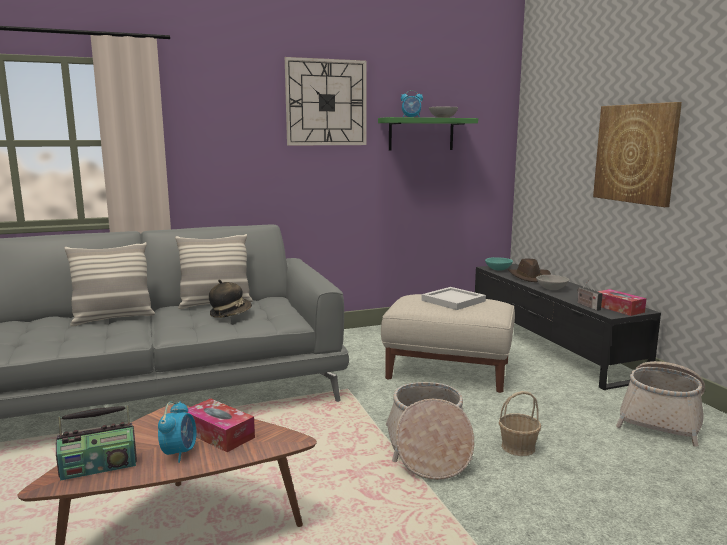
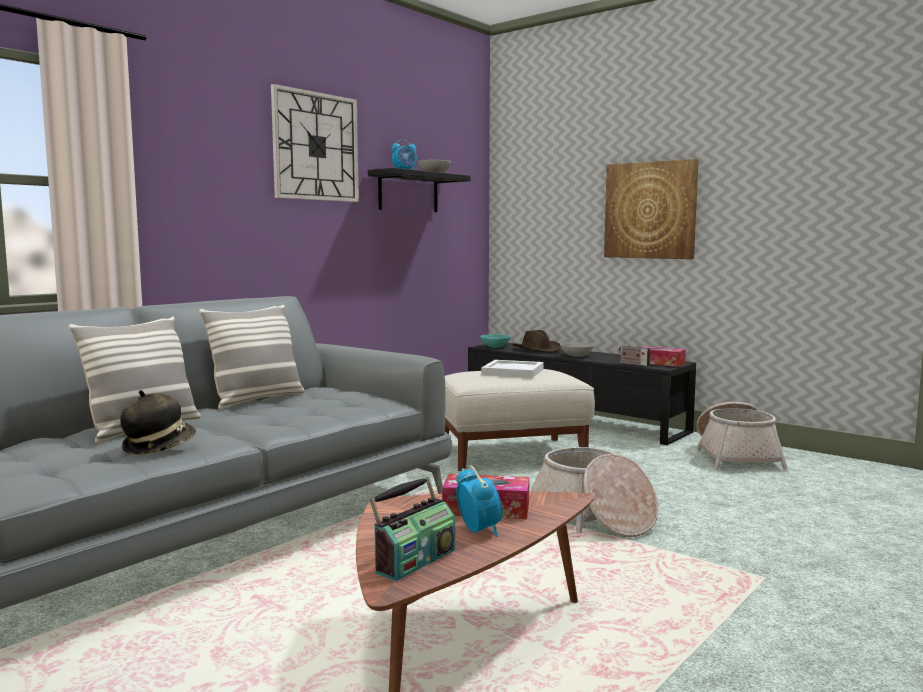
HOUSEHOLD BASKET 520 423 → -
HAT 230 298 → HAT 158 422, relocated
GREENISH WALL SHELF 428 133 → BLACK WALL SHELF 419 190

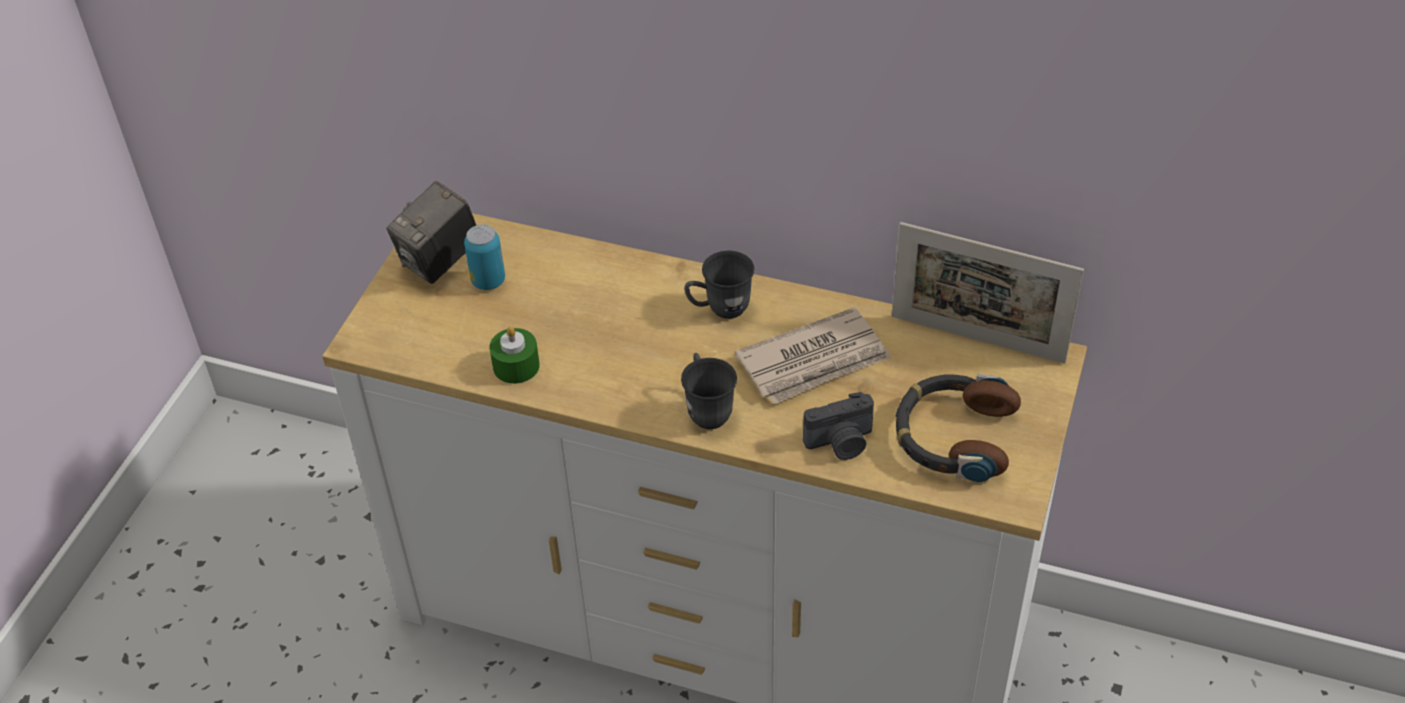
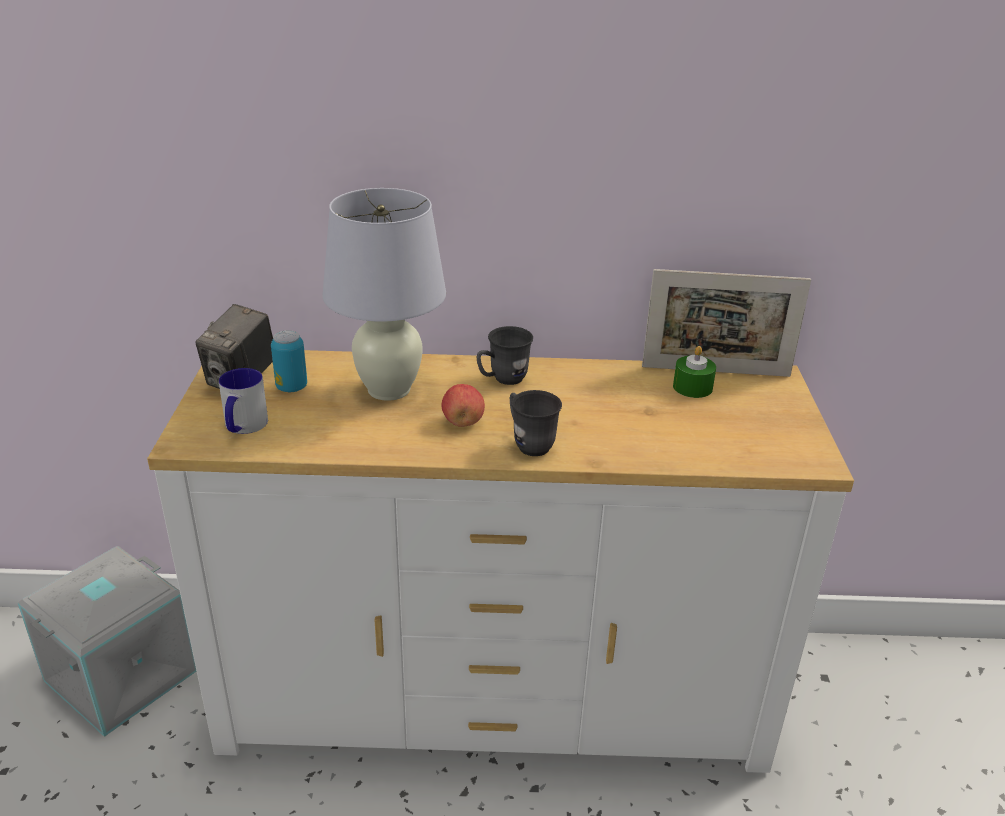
PRINTED PAPER 813 356 → -
STILL CAMERA 838 426 → -
HEADSET 958 427 → -
- → GREYISH STORAGE BOX 107 641
- → MUG 243 401
- → WHITE-COLOURED TABLE LAMP 384 294
- → WHOLE APPLE 463 405
GREENISH WAX LIGHT 514 355 → GREENISH WAX LIGHT 694 372, relocated

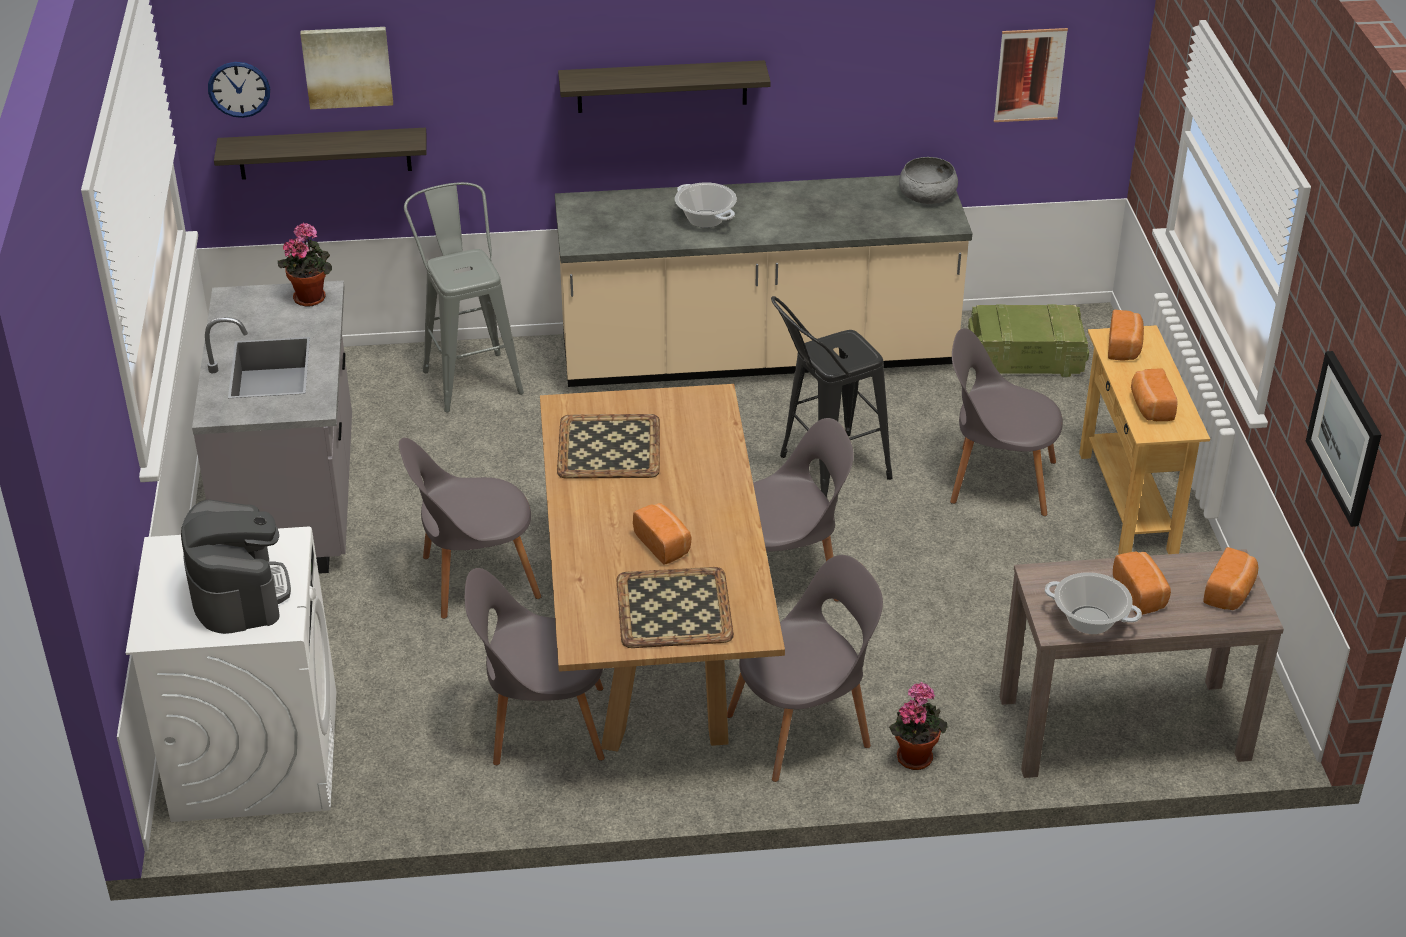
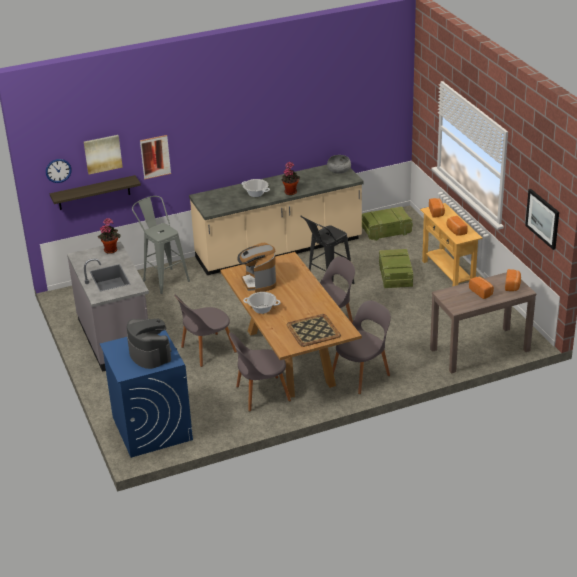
WALL SHELF 664 86 → -
BREAD 662 534 → -
PLANT IN A POT 918 726 → PLANT IN A POT 290 178, relocated
WALL PICTURE 1031 75 → WALL PICTURE 155 157, relocated
COOKING POT 1093 603 → COOKING POT 262 303, relocated
SERVING TRAY 608 446 → COFFEE MACHINE 257 268
GREYISH UPRIGHT CHAIR 1006 422 → CRATE 396 268
WHITE-COLOURED LAUNDRY MACHINE 231 674 → BLUE LAUNDRY MACHINE 146 394

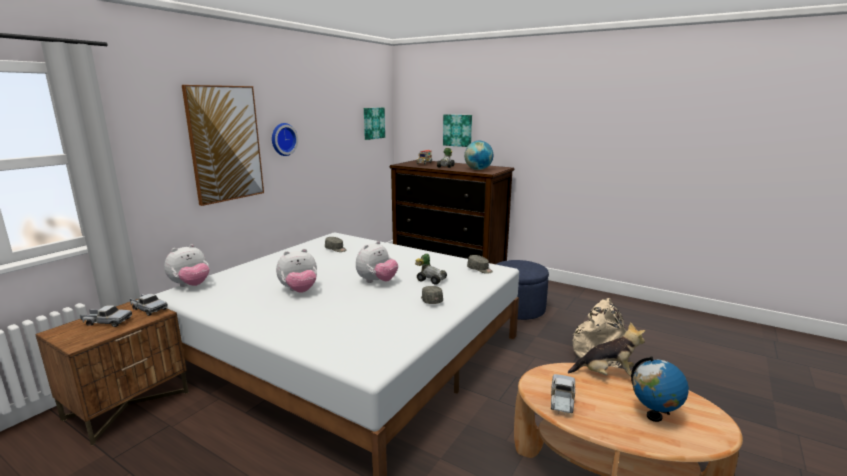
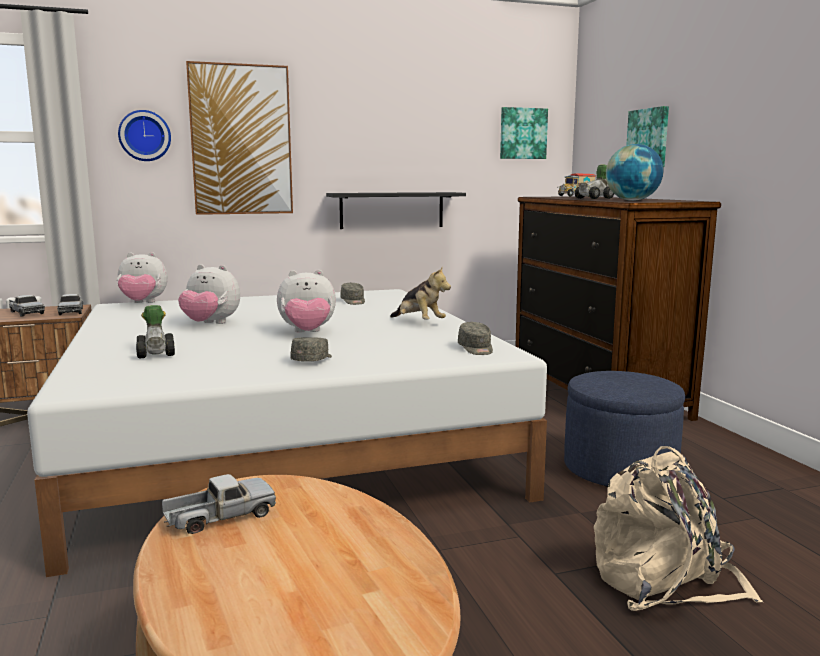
GLOBE 660 389 → -
- → BLACK WALL SHELF 396 210
CLOCK ON THE WALL 285 139 → CLOCK ON THE WALL 144 135, relocated
MODEL CAR 431 269 → MODEL CAR 155 331, relocated
SOFT TOY 606 349 → SOFT TOY 420 294, relocated

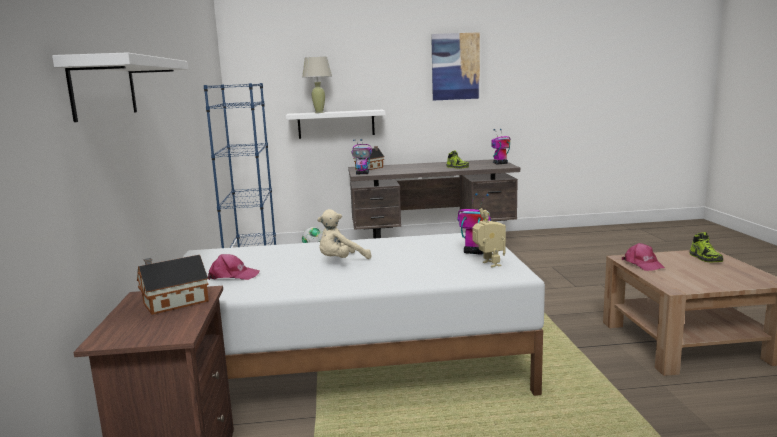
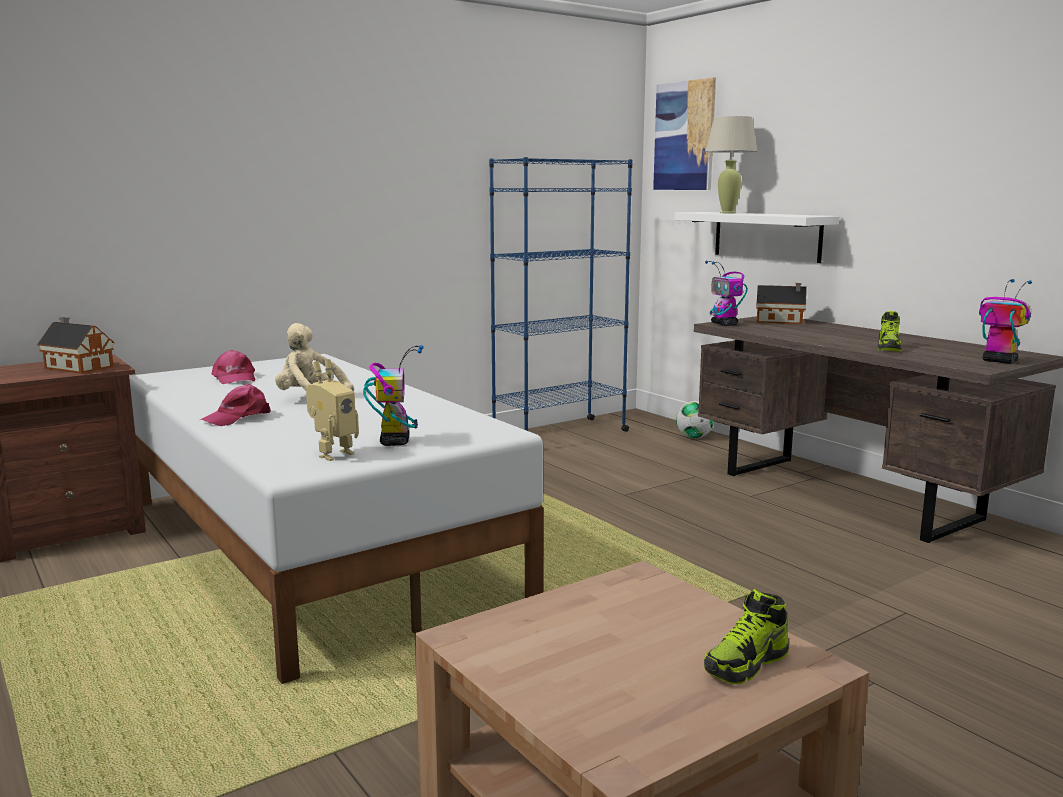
WHITE-COLOURED WALL SHELF 120 87 → -
WALL PICTURE 455 66 → WALL PICTURE 684 133, relocated
PINK CAP 643 257 → PINK CAP 235 405, relocated

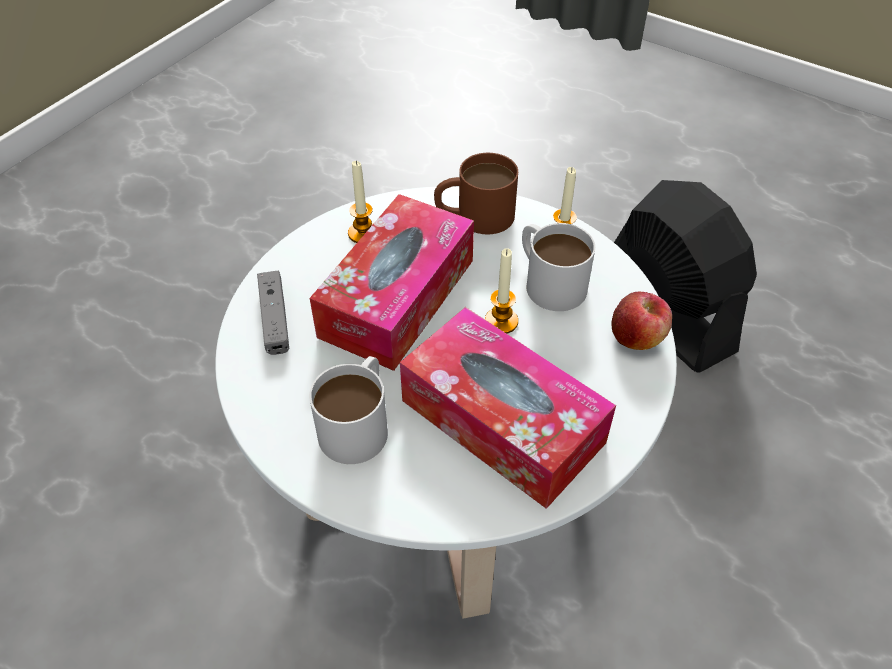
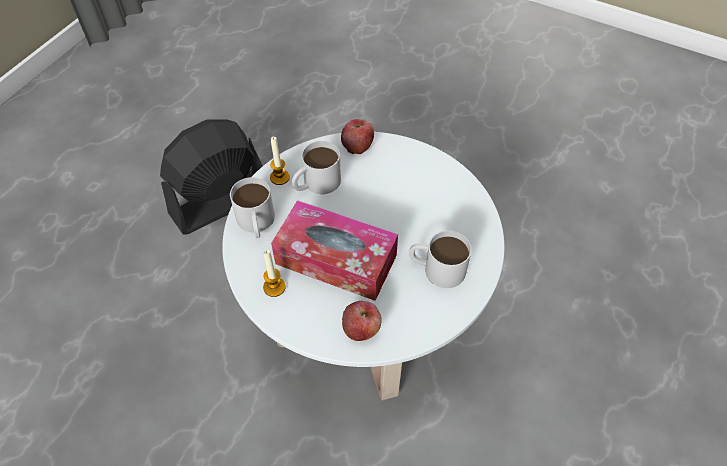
BOX OF TISSUES 508 408 → -
WAX LIGHT 501 291 → -
GREYISH GAME CONTROLLER 273 313 → WHOLE APPLE 361 321
BROWN-COLOURED MUG 476 193 → WHITE-COLOURED MUG 252 207

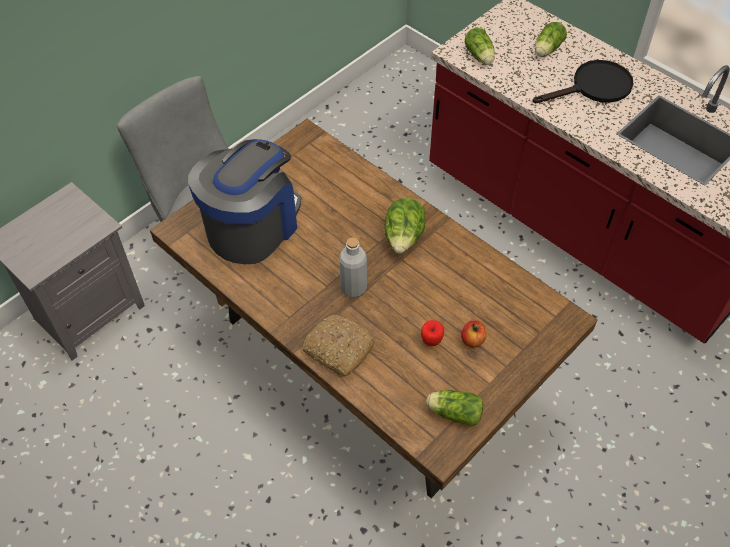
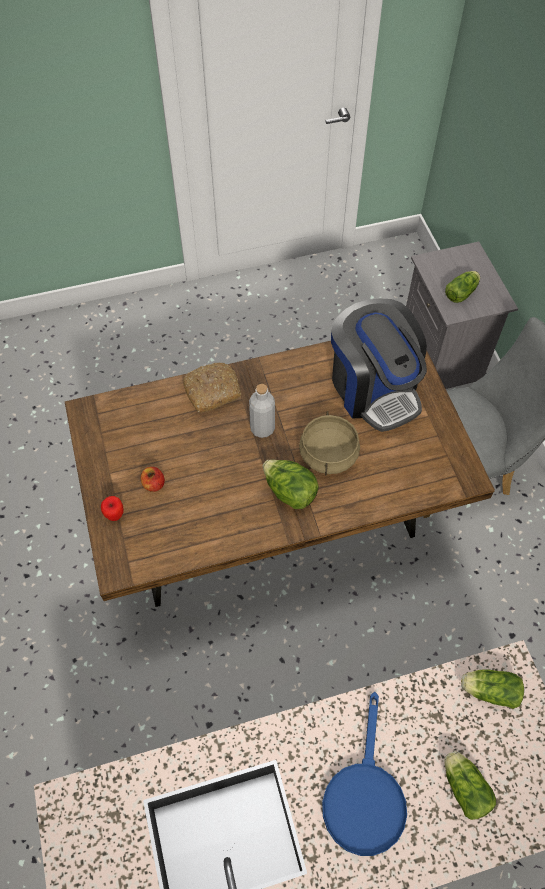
- → SAND-COLOURED COOKING POT 329 443
WHOLE APPLE 432 333 → WHOLE APPLE 112 508, relocated
LETTUCE HEAD 454 408 → LETTUCE HEAD 462 287, relocated
BLACK FRYING PAN 583 81 → BLUE FRYING PAN 364 774

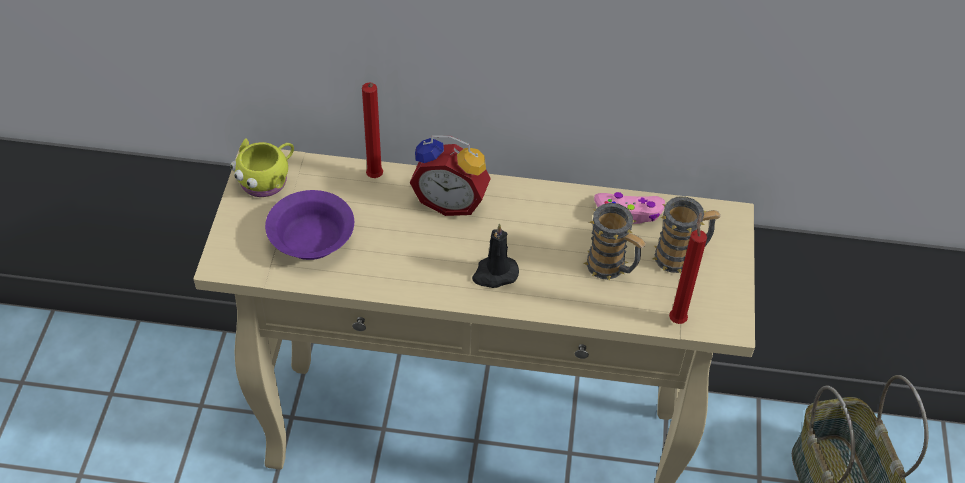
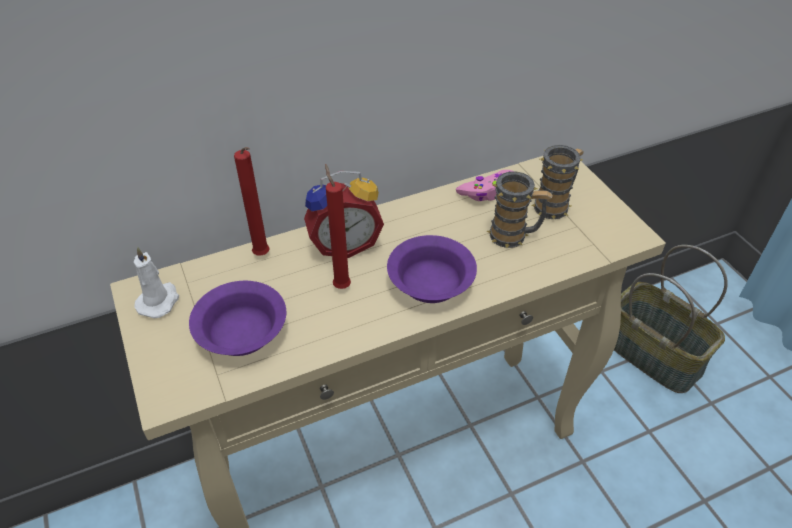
RED-COLOURED WAX LIGHT 688 268 → RED-COLOURED WAX LIGHT 338 226, relocated
YELLOW MUG 262 167 → WHITE-COLOURED WAX LIGHT 156 282
BLACK WAX LIGHT 495 255 → PURPLISH DEEP DISH 432 269

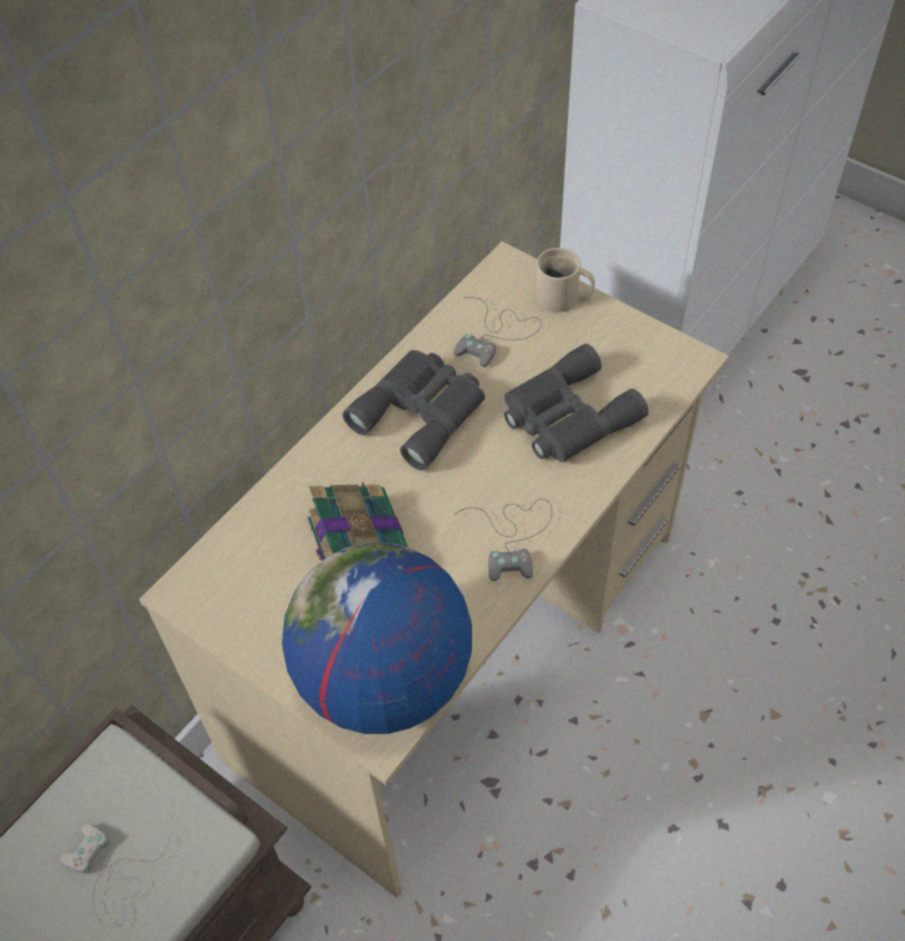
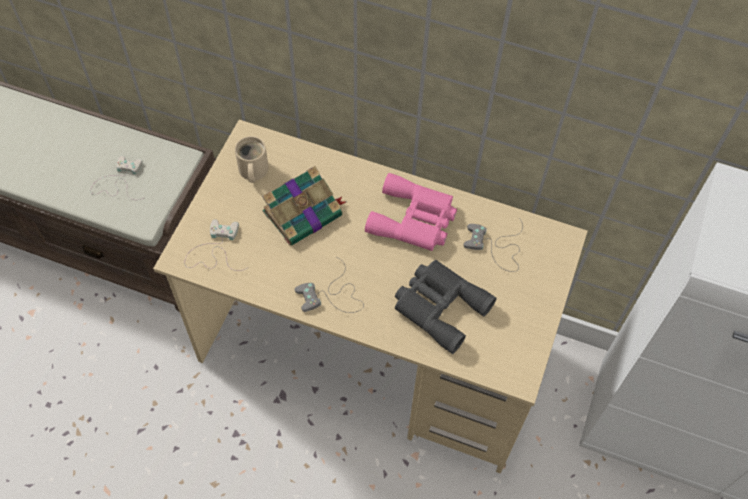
SAND-COLOURED MUG 565 280 → SAND-COLOURED MUG 252 159, relocated
GLOBE 377 638 → WHITE-COLOURED GAME CONTROLLER 216 245
GREYISH PAIR OF BINOCULARS 413 410 → PINK PAIR OF BINOCULARS 411 212

